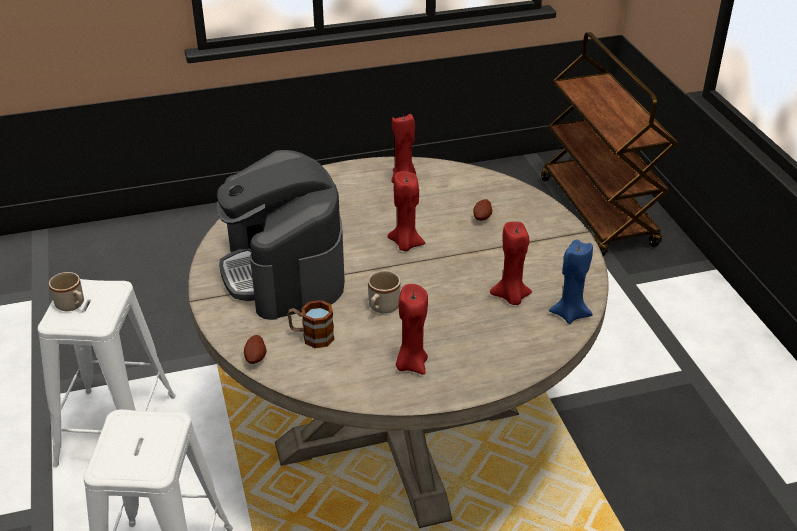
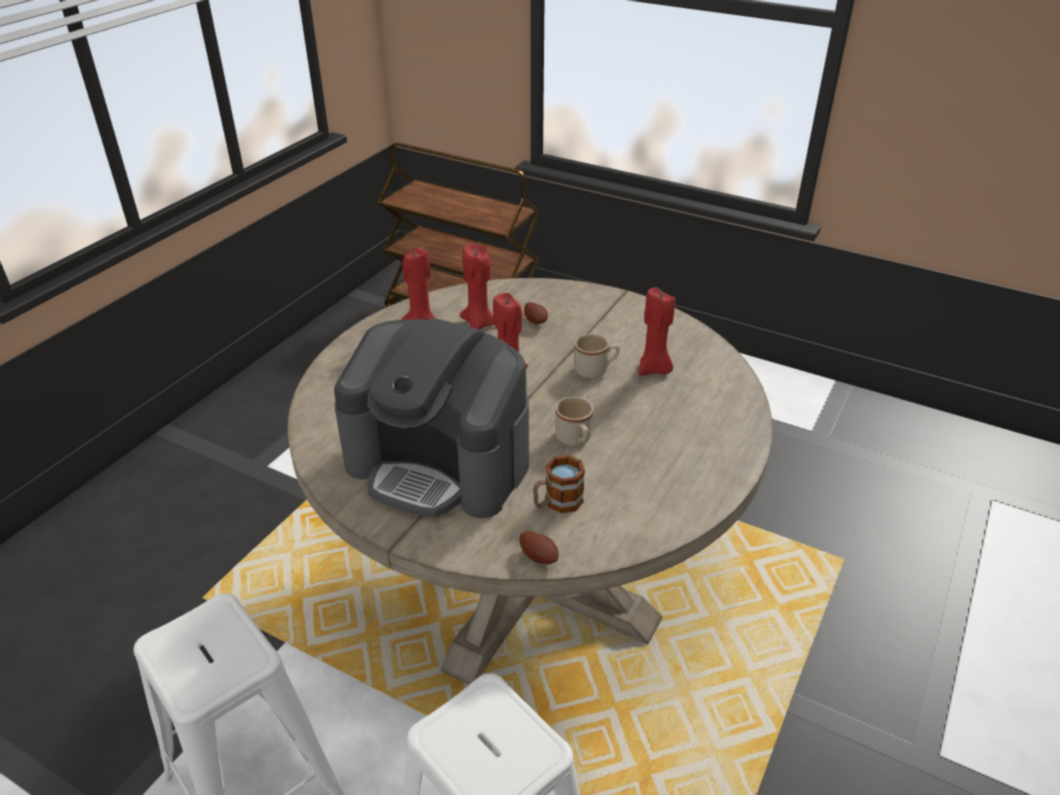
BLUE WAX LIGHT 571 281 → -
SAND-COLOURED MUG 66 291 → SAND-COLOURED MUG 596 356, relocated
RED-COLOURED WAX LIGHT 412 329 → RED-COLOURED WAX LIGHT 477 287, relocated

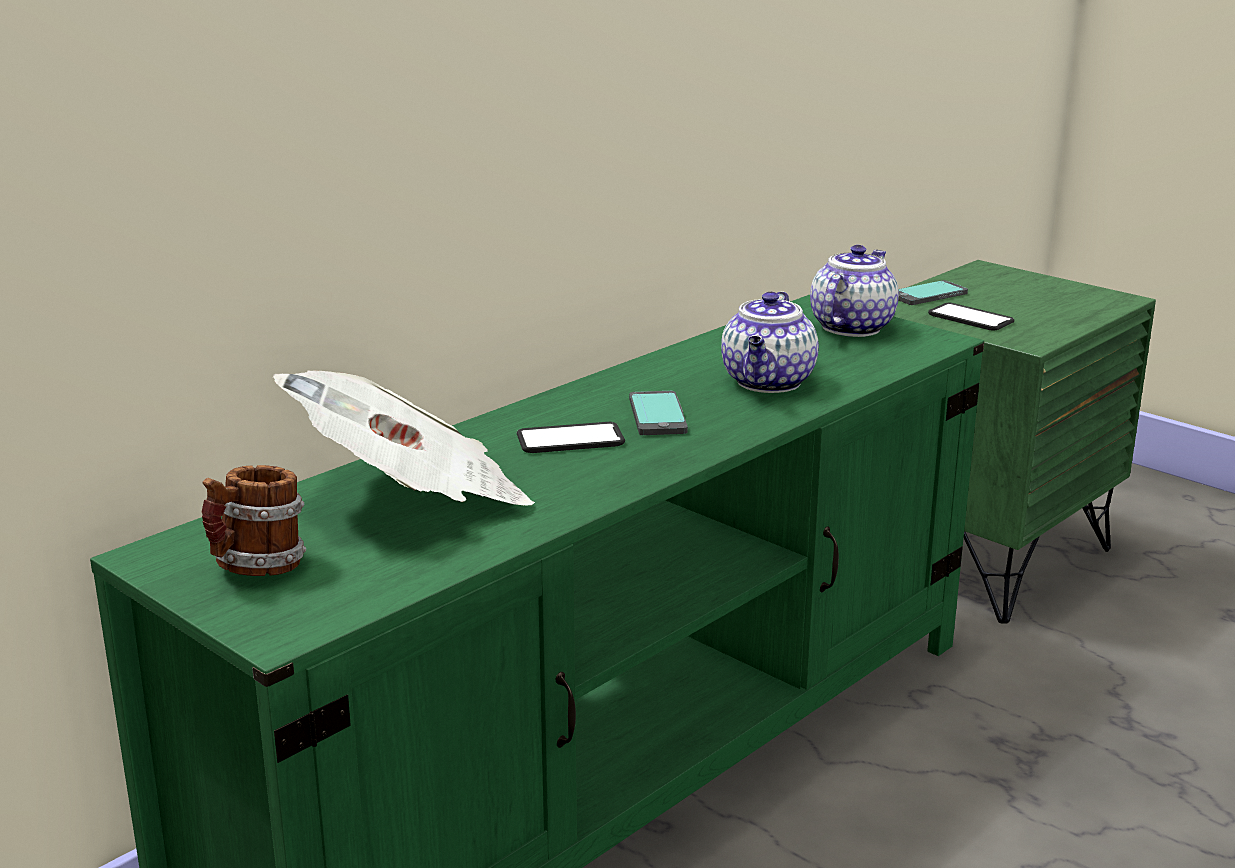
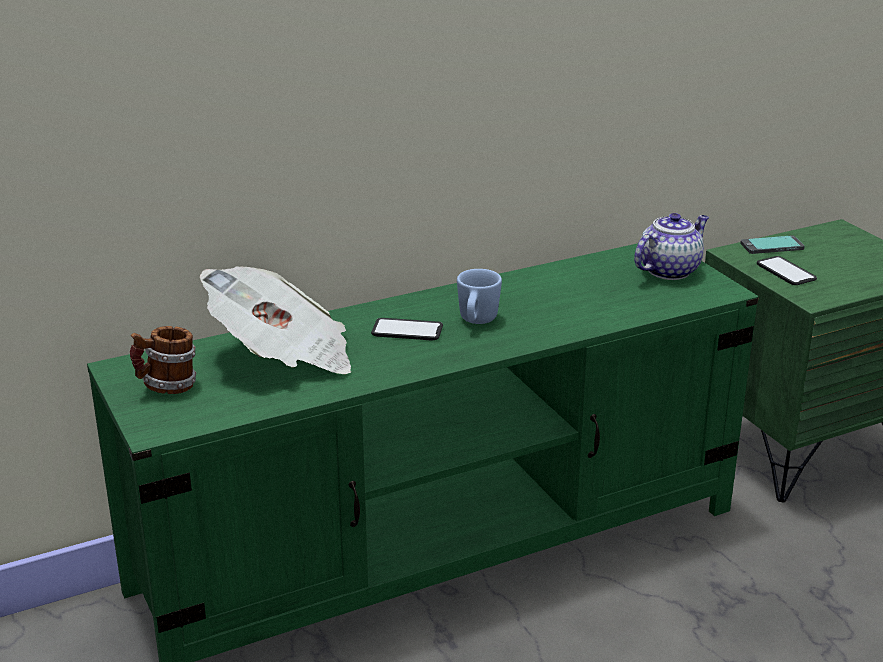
TEAPOT 770 342 → -
HANDSET 658 413 → BLUE MUG 479 296

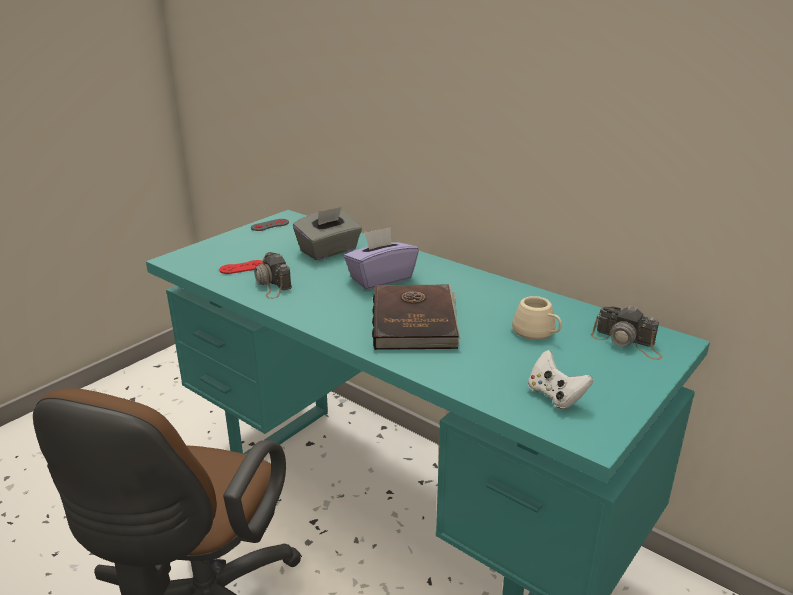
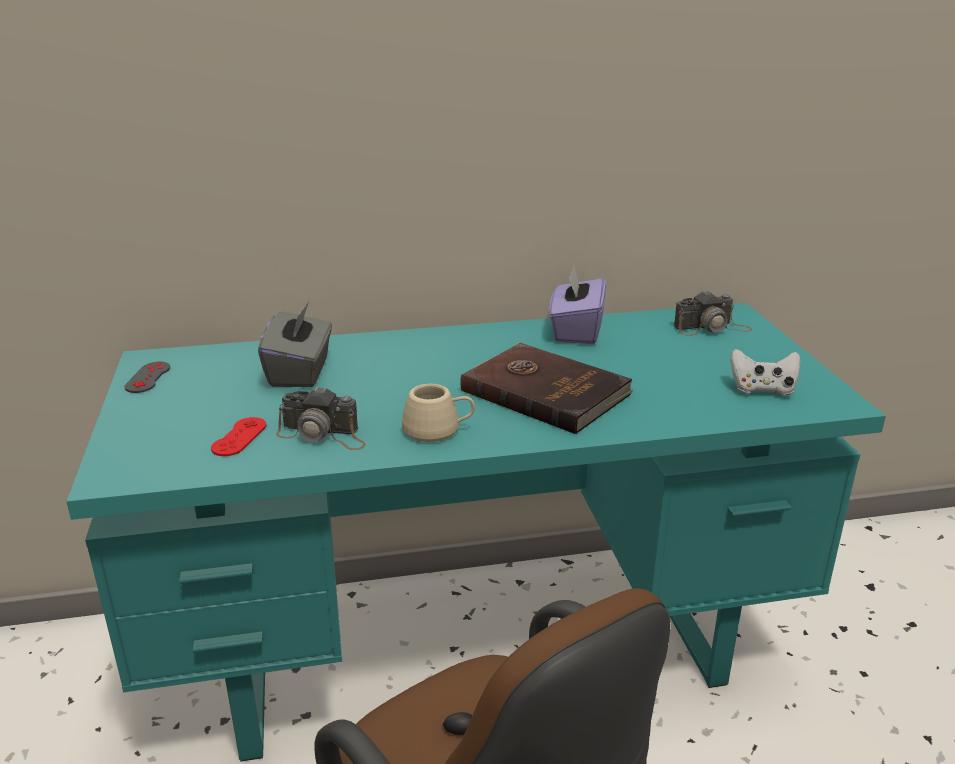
PURPLISH BOX OF TISSUES 381 258 → PURPLISH BOX OF TISSUES 578 305, relocated
SAND-COLOURED MUG 537 318 → SAND-COLOURED MUG 438 413, relocated

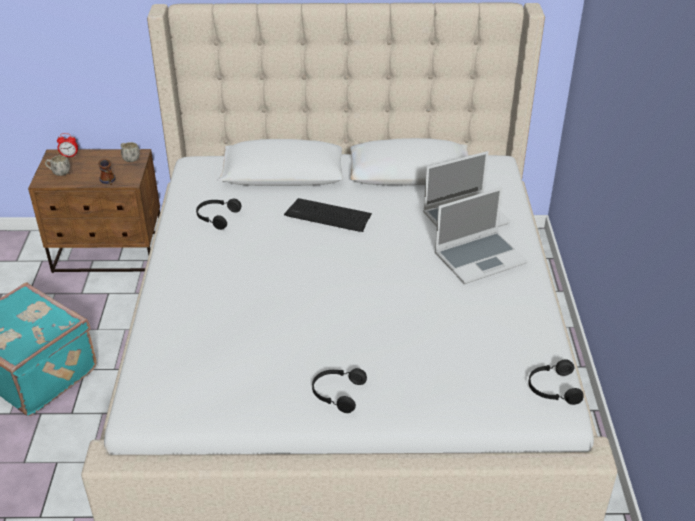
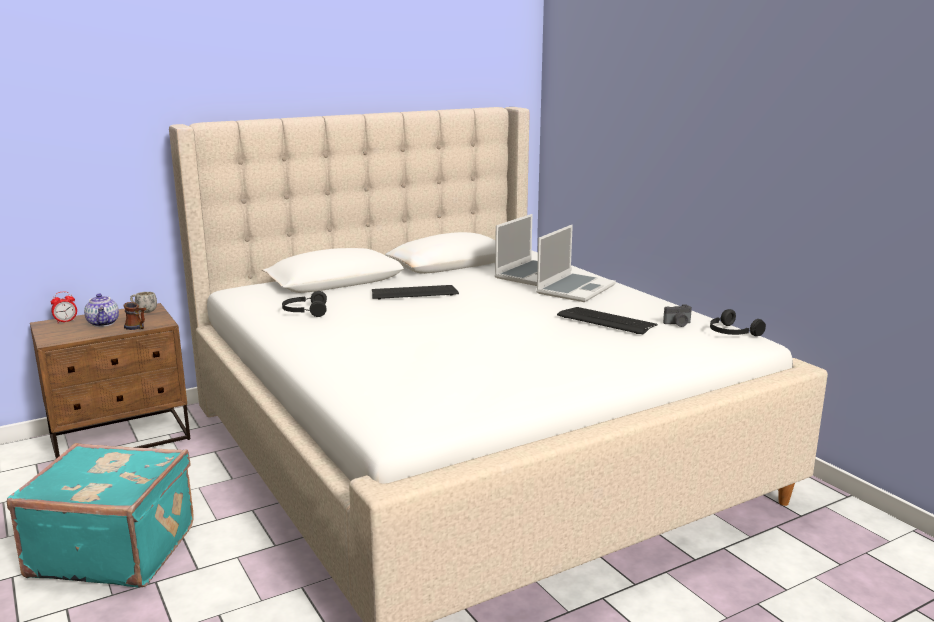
WHITE-COLOURED MUG 57 165 → -
BLACK HEADSET 339 390 → -
- → TEAPOT 101 310
- → KEYBOARD 607 320
- → STILL CAMERA 677 315

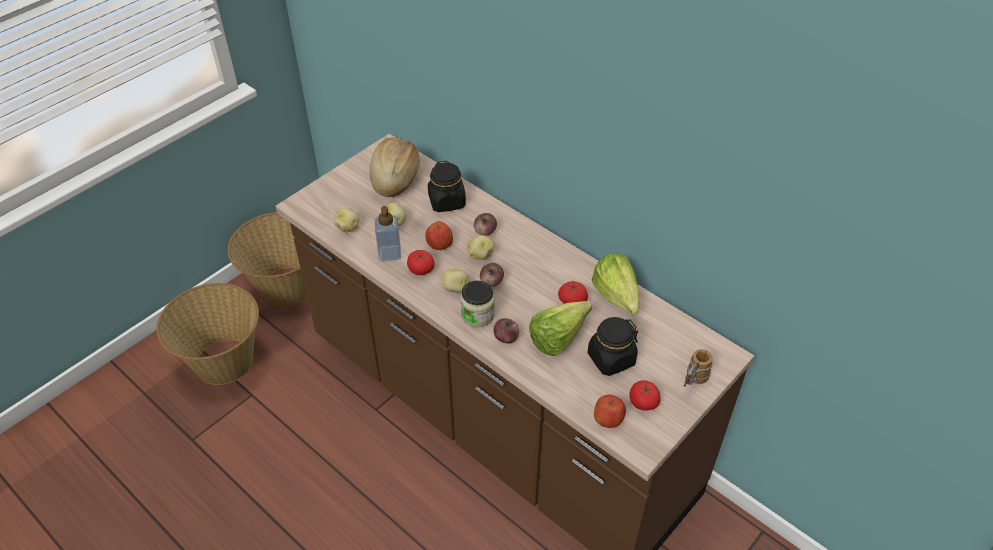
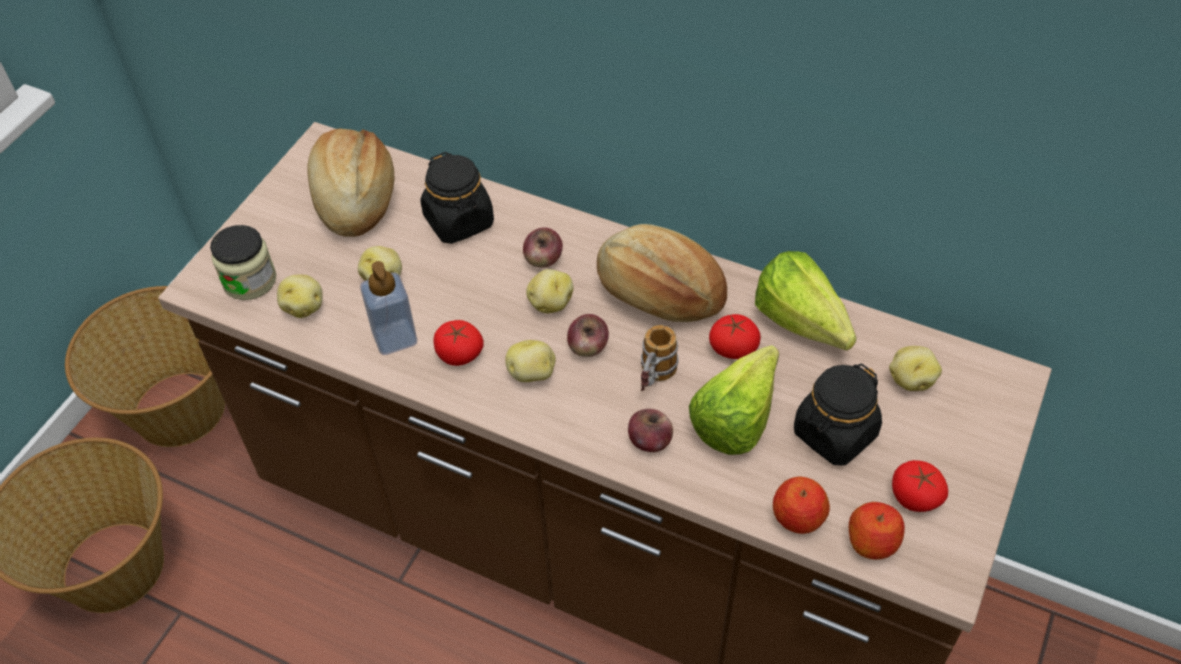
- → BREAD 662 273
- → POTATO 915 368
WHOLE APPLE 439 235 → WHOLE APPLE 801 505, relocated
STORAGE JAR 477 304 → STORAGE JAR 243 262, relocated
MUG 698 367 → MUG 660 358, relocated

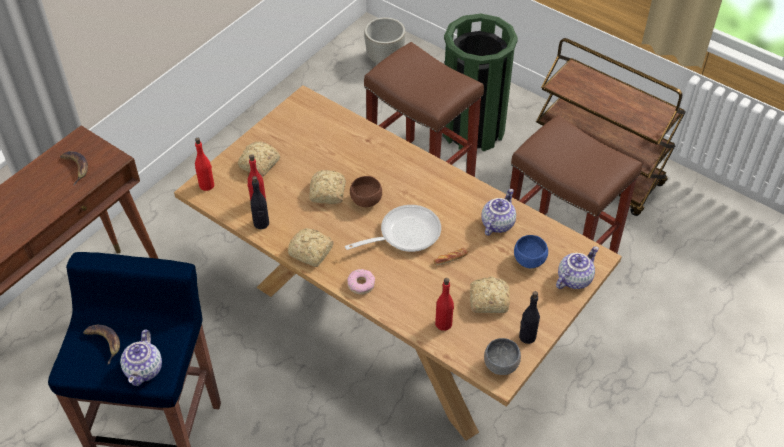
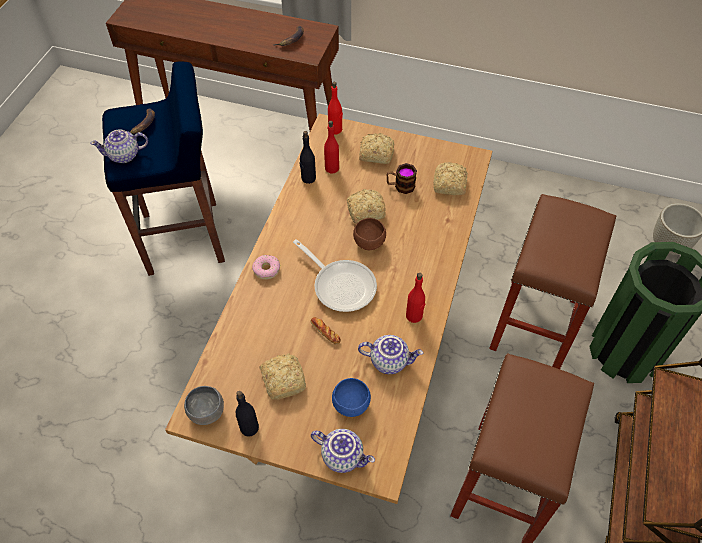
- → MUG 401 178
BREAD 311 247 → BREAD 450 178, relocated
RED-COLOURED DRINK BOTTLE 444 304 → RED-COLOURED DRINK BOTTLE 415 298, relocated

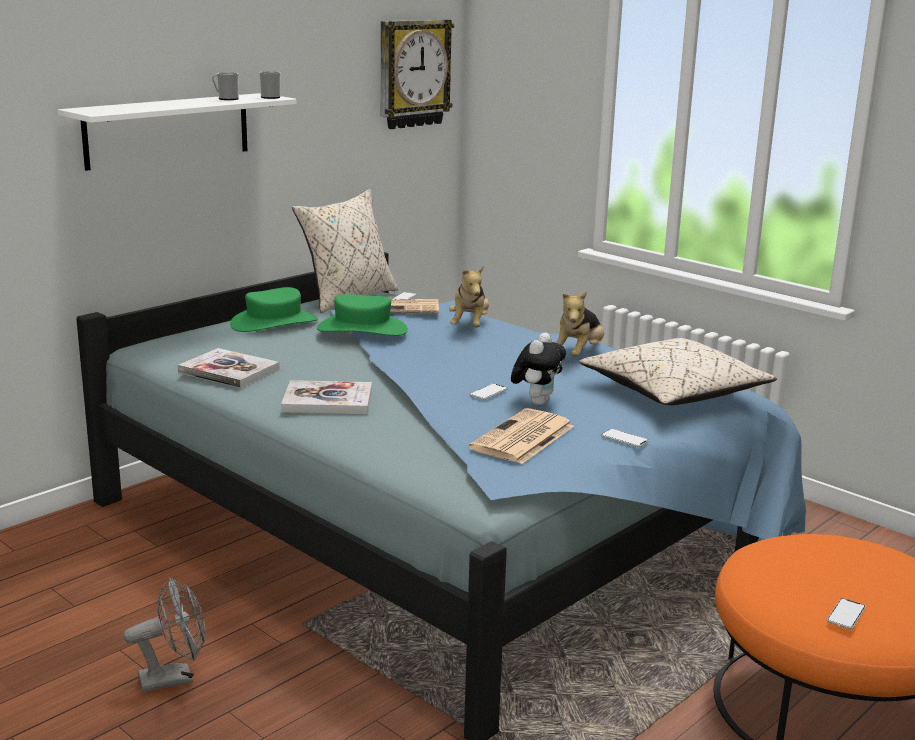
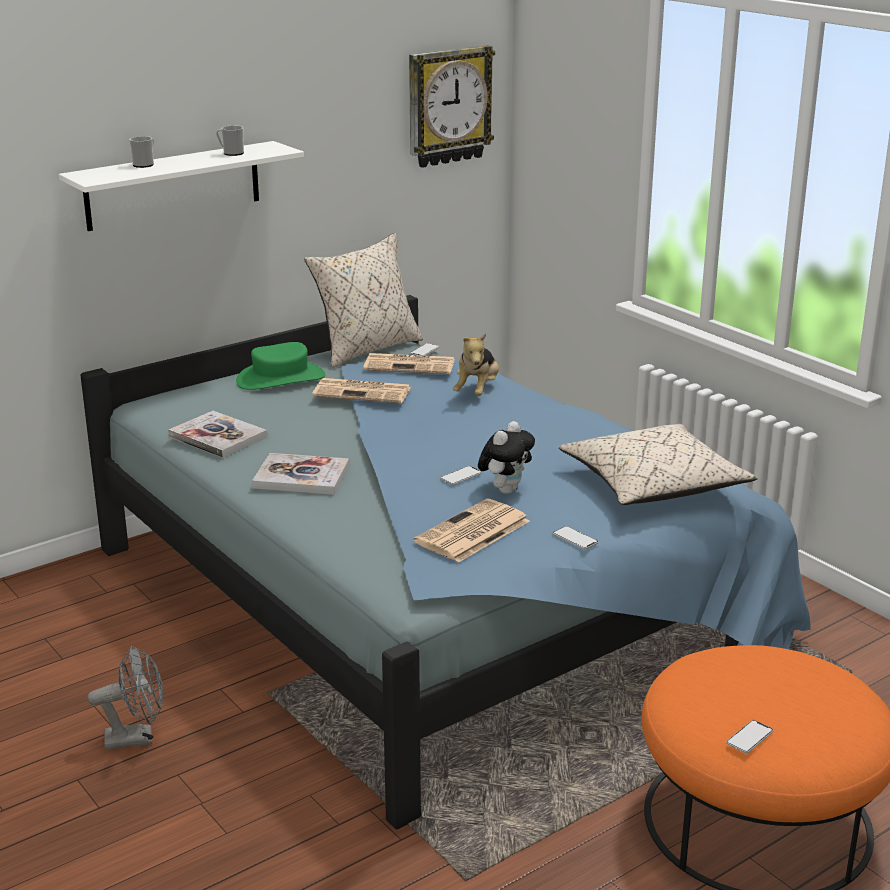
SOFT TOY 580 323 → -
MUG 270 85 → MUG 141 152, relocated
GREENISH HAT 362 315 → PRINTED PAPER 361 390

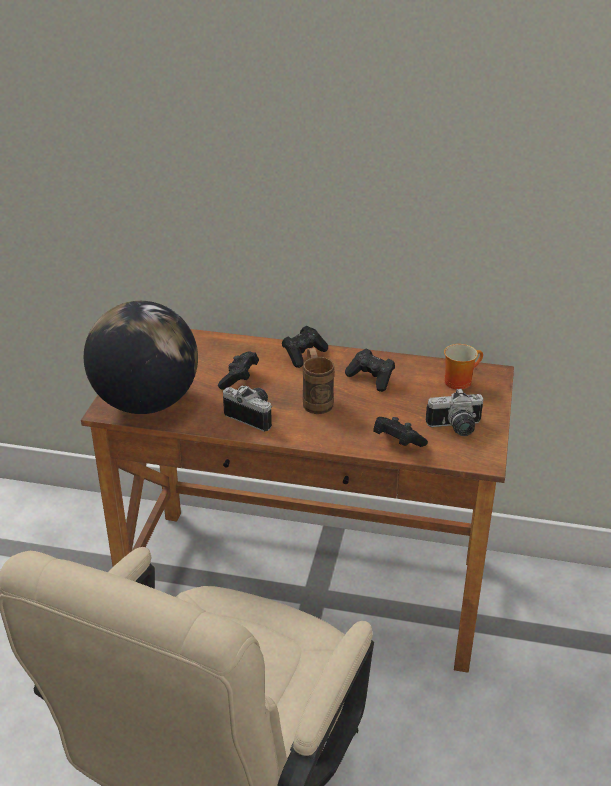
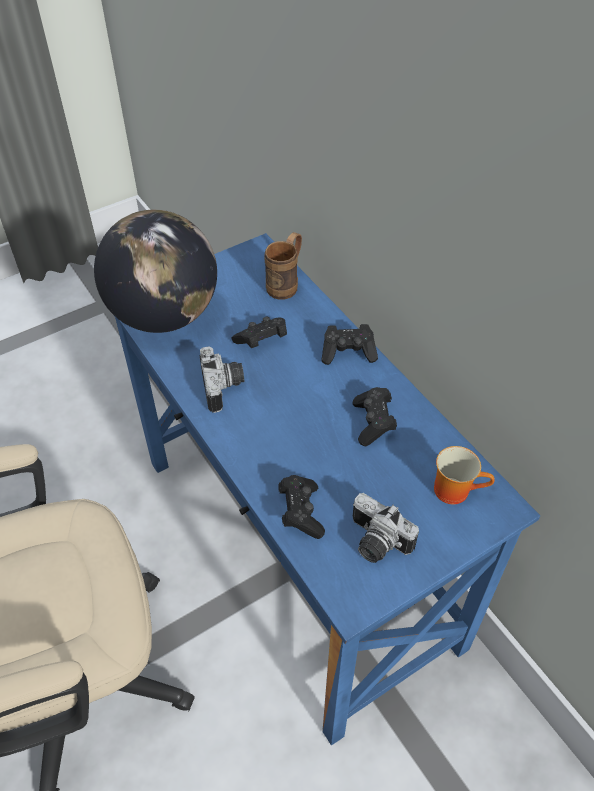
BROWN-COLOURED MUG 318 381 → BROWN-COLOURED MUG 283 266, relocated
BROWN-COLOURED DESK TABLE 297 501 → BLUE DESK TABLE 327 489

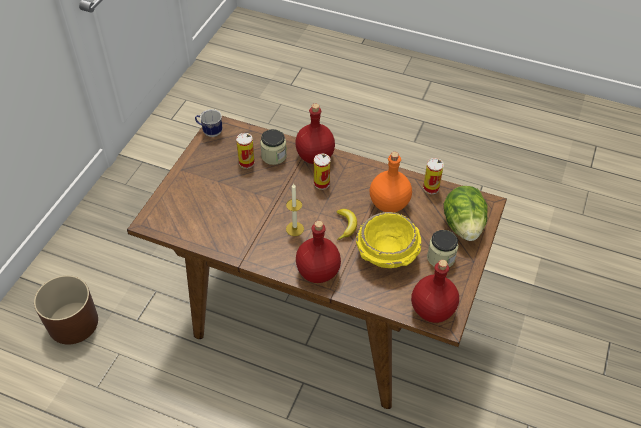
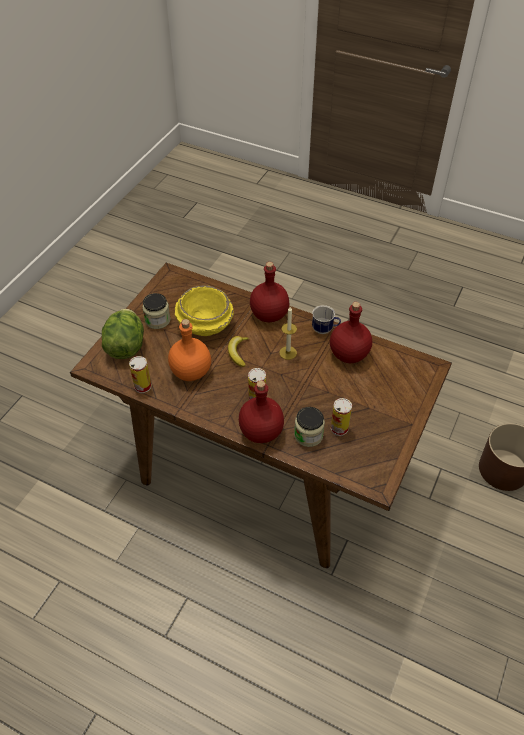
MUG 209 123 → MUG 326 319, relocated
RED-COLOURED DRINK BOTTLE 435 291 → RED-COLOURED DRINK BOTTLE 351 332, relocated

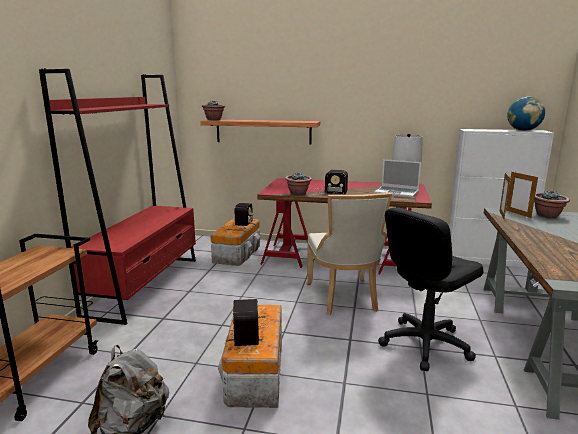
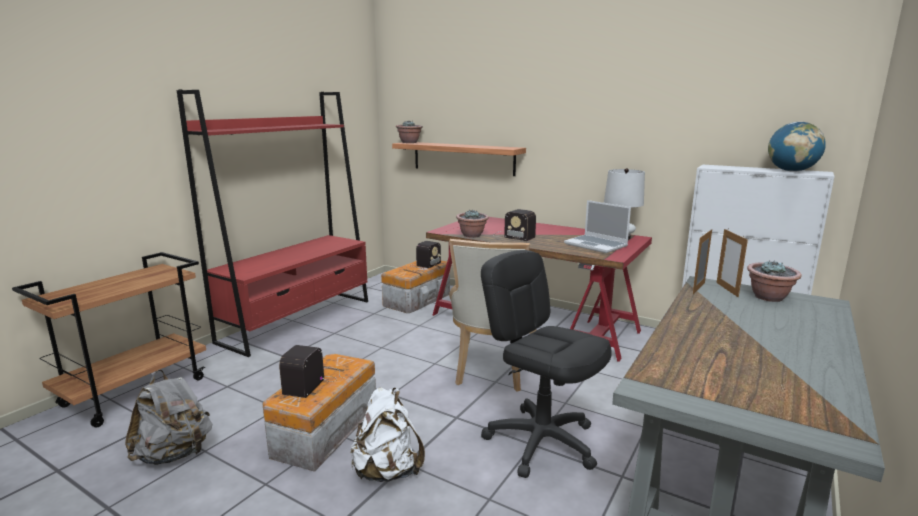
- → WHITE-COLOURED KNAPSACK 387 435
BLACK DESK CHAIR 431 289 → BLACK DESK CHAIR 546 364, 60 degrees clockwise

